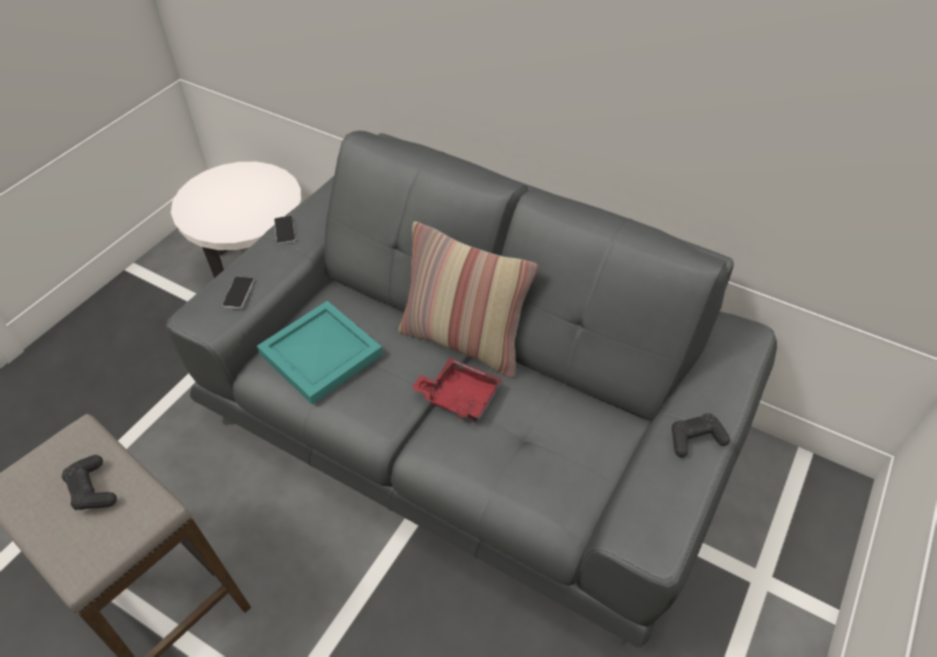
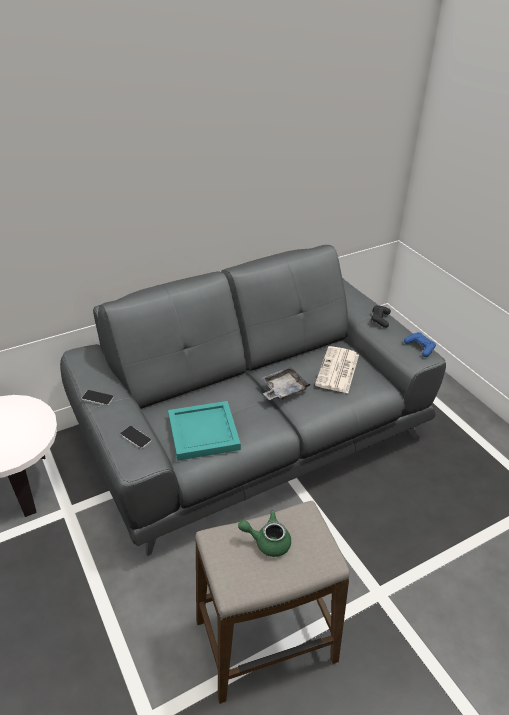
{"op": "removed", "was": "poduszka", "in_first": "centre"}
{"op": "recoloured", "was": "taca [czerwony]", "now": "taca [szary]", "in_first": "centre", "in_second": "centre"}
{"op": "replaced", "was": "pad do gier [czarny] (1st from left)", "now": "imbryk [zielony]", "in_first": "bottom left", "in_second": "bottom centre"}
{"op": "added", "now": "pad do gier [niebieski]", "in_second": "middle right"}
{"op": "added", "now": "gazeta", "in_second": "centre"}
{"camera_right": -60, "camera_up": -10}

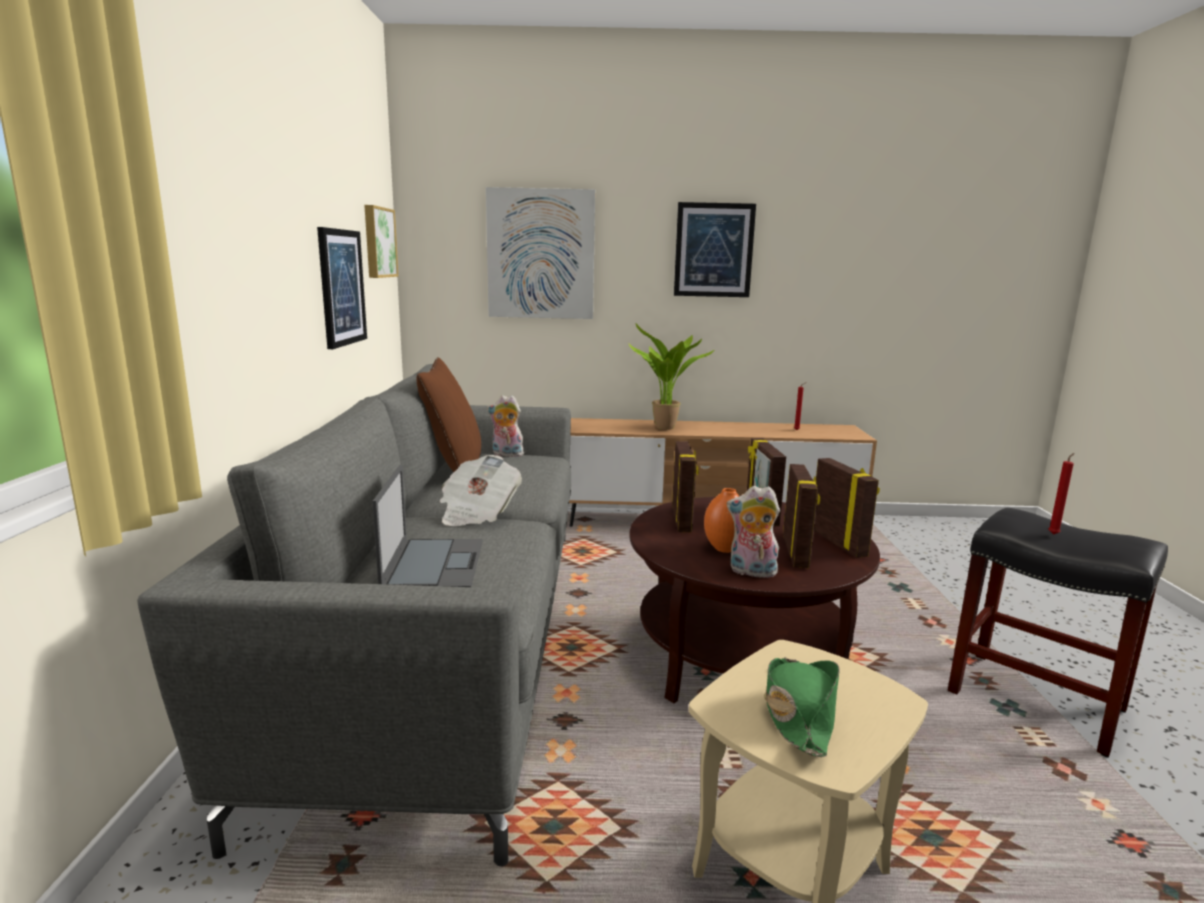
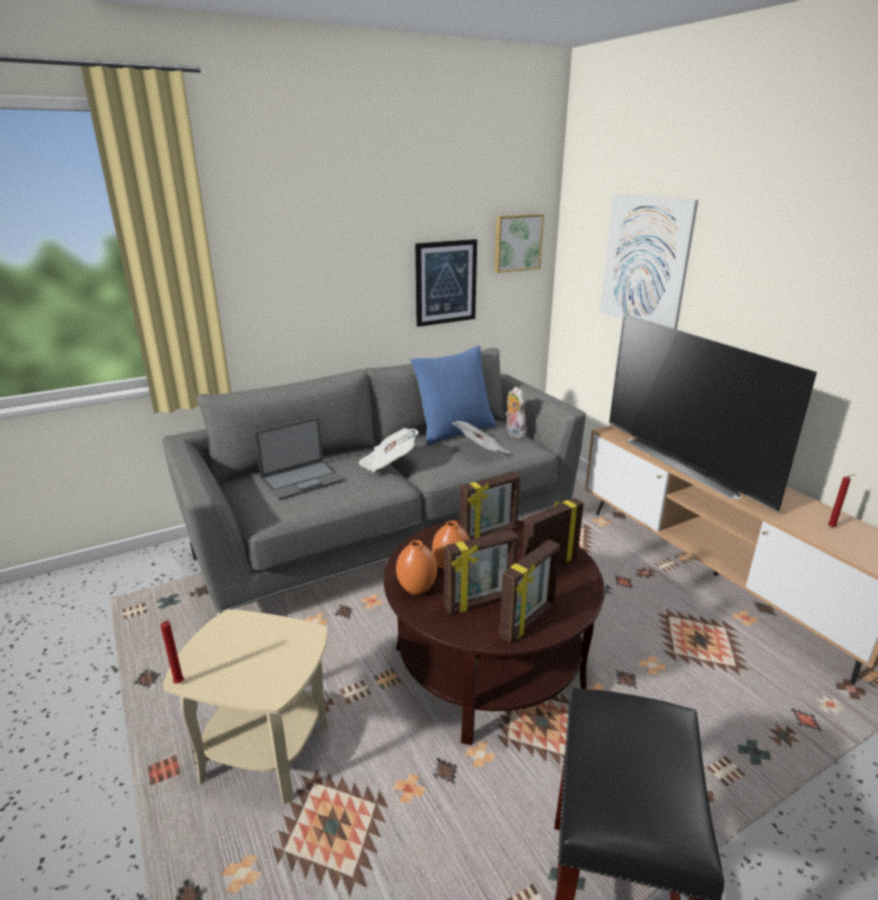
{"op": "removed", "was": "obraz (4th from left)", "in_first": "top centre"}
{"op": "replaced", "was": "roślina doniczkowa", "now": "telewizor", "in_first": "centre", "in_second": "middle right"}
{"op": "recoloured", "was": "poduszka [brązowy]", "now": "poduszka [niebieski]", "in_first": "centre", "in_second": "centre"}
{"op": "moved", "was": "świeca [czerwony] (2nd from left in the first image)", "now": "świeca [czerwony] (1st from left)", "in_first": "middle right", "in_second": "bottom left"}
{"op": "replaced", "was": "pluszak (2nd from left)", "now": "wazon [pomarańczowy] (1st from left)", "in_first": "centre", "in_second": "centre"}
{"op": "removed", "was": "kapelusz [zielony]", "in_first": "bottom centre"}
{"op": "added", "now": "gazeta (2nd from left)", "in_second": "centre"}
{"camera_right": 60, "camera_up": 10}

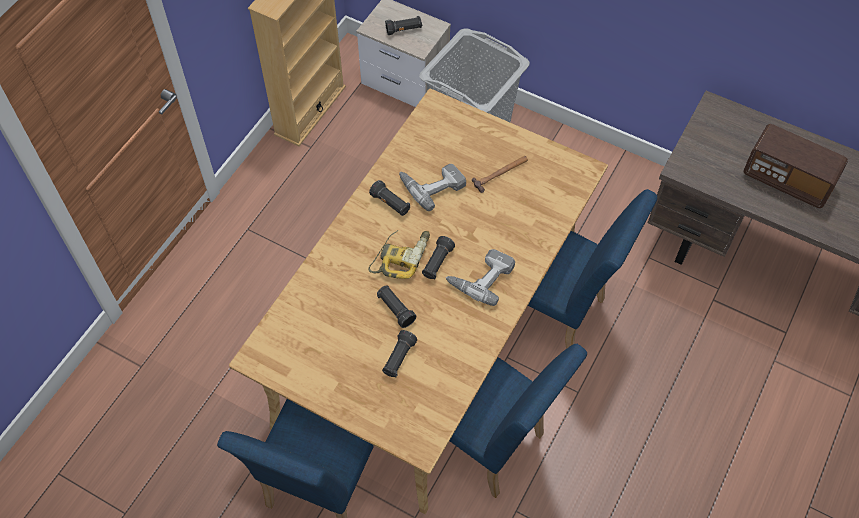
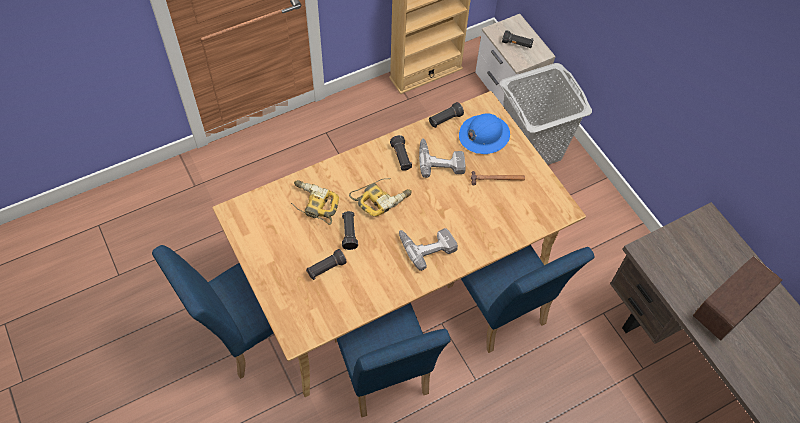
{"op": "turned", "was": "radio", "in_first": "top right", "in_second": "bottom right", "clockwise": 75}
{"op": "moved", "was": "latarka [czarny] (5th from left in the first image)", "now": "latarka [czarny] (4th from left)", "in_first": "centre", "in_second": "top centre"}
{"op": "added", "now": "kask [niebieski]", "in_second": "top centre"}
{"op": "added", "now": "wiertarka (1st from left)", "in_second": "centre"}
{"camera_right": 30, "camera_up": 0}

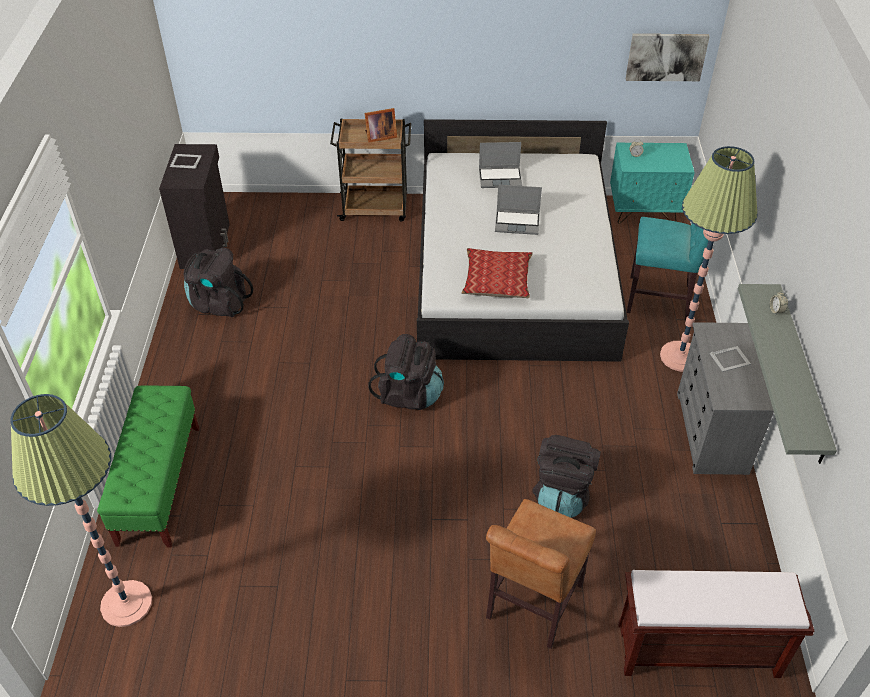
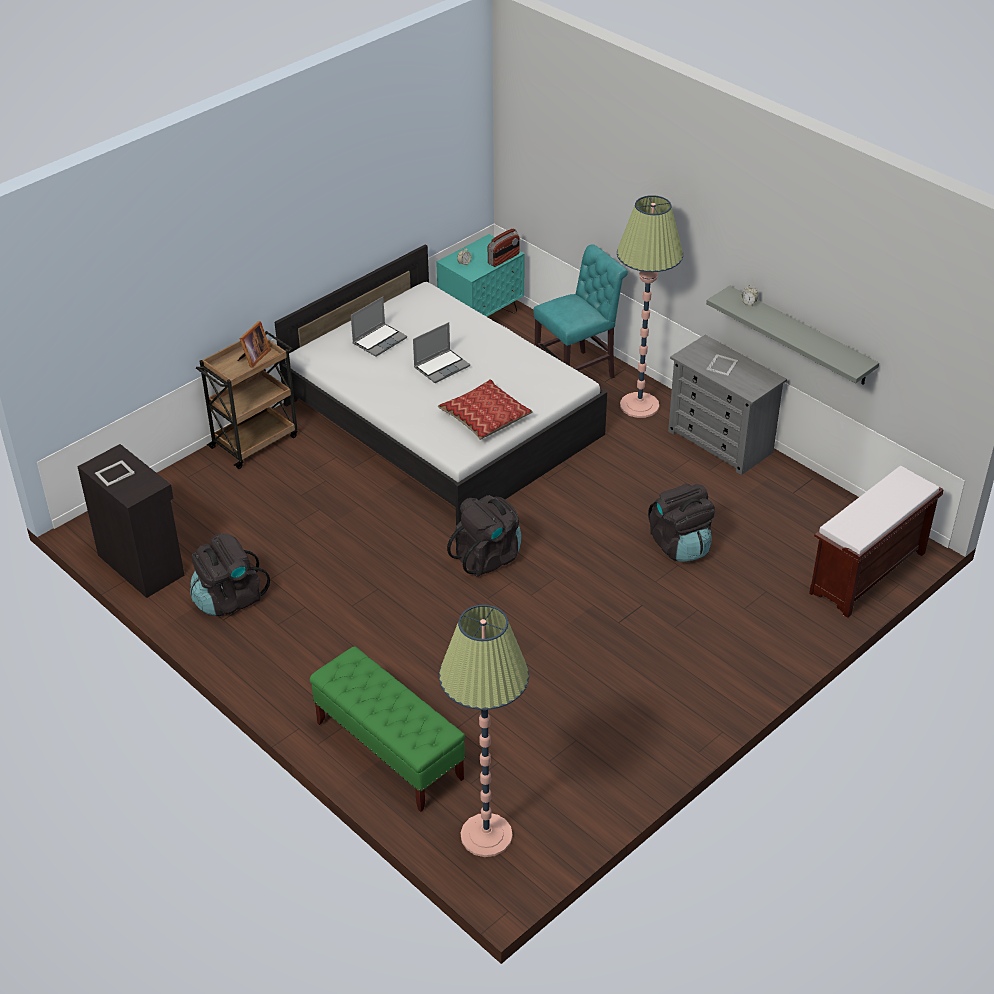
{"op": "removed", "was": "obraz", "in_first": "top right"}
{"op": "removed", "was": "krzesło [brązowy]", "in_first": "bottom centre"}
{"op": "added", "now": "radio", "in_second": "top centre"}
{"camera_right": -45, "camera_up": -5}

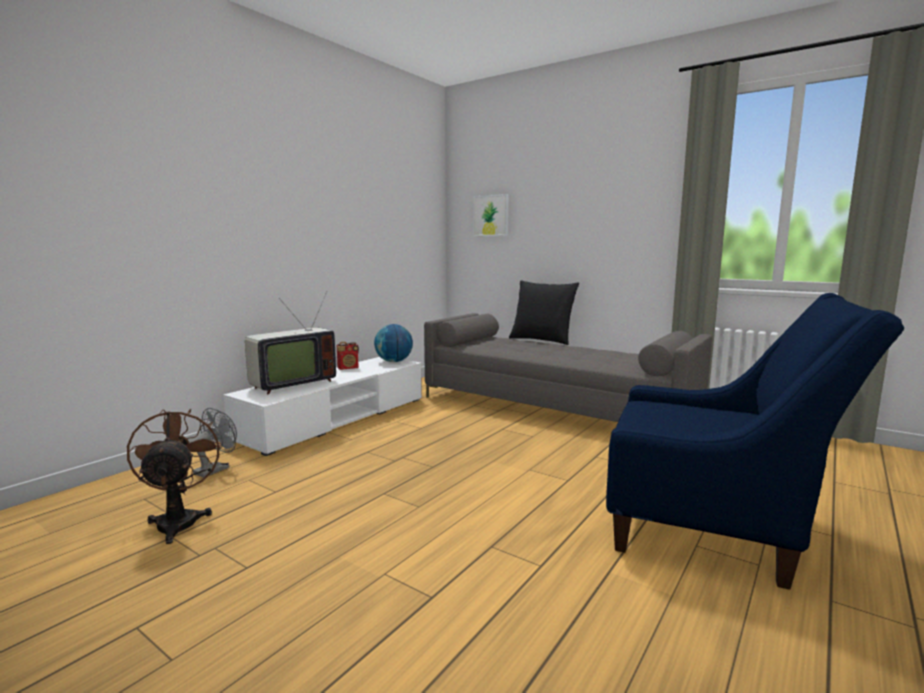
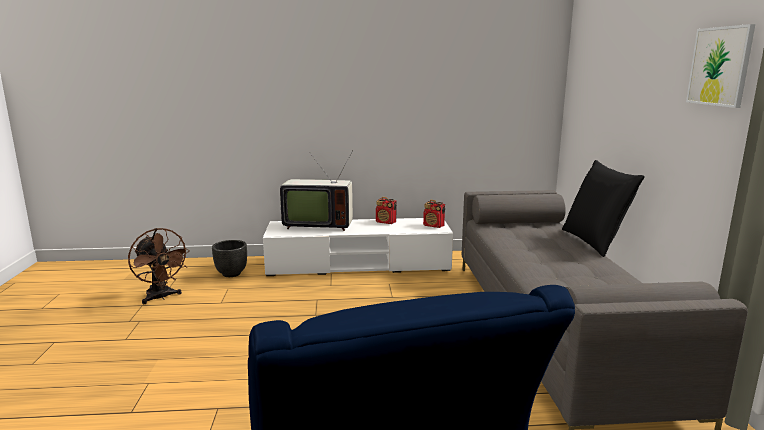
{"op": "moved", "was": "obraz", "in_first": "top centre", "in_second": "top right"}
{"op": "replaced", "was": "globus", "now": "radio (2nd from left)", "in_first": "centre", "in_second": "centre"}
{"op": "replaced", "was": "wentylator [szary]", "now": "donica [czarny]", "in_first": "middle left", "in_second": "middle left"}
{"op": "turned", "was": "wentylator [brązowy]", "in_first": "bottom left", "in_second": "middle left", "clockwise": 105}
{"camera_right": 50, "camera_up": 5}

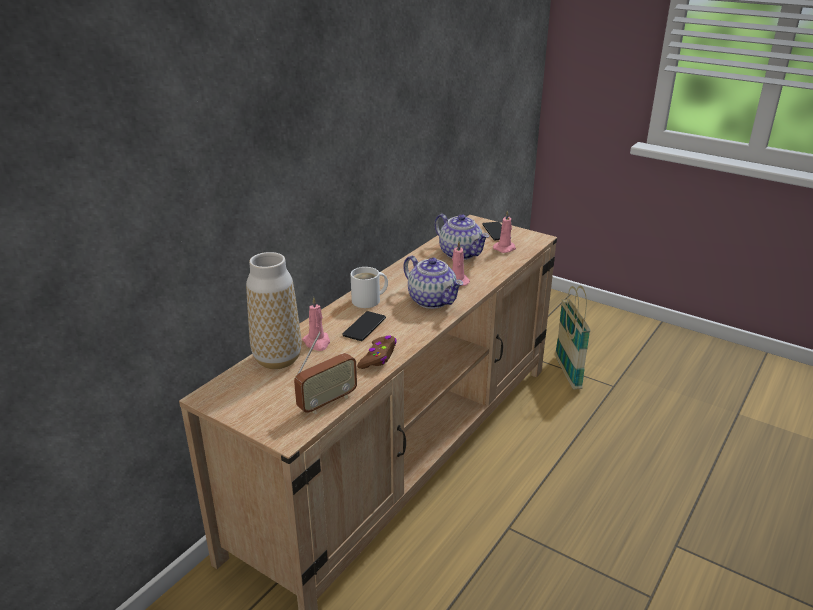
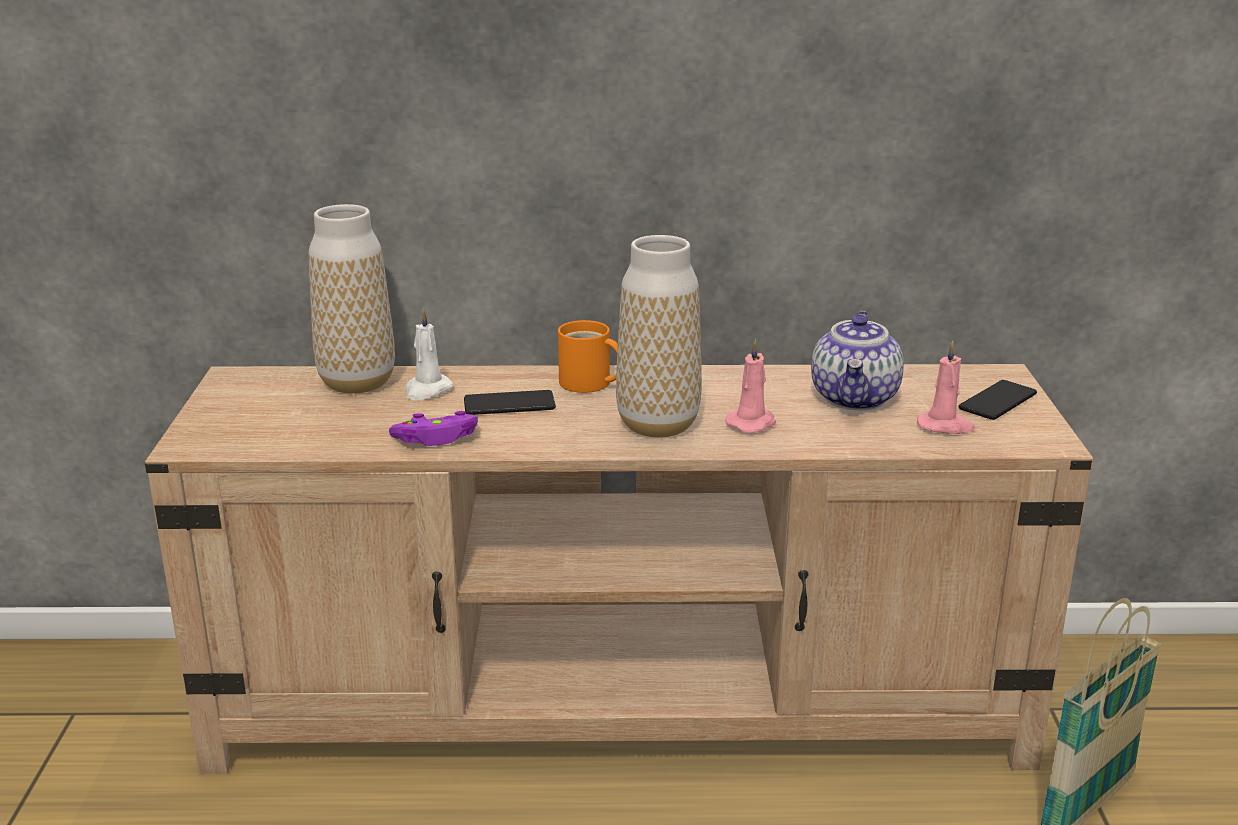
{"op": "replaced", "was": "imbryk (1st from left)", "now": "wazon (2nd from left)", "in_first": "centre", "in_second": "centre"}
{"op": "recoloured", "was": "kubek [biały]", "now": "kubek [pomarańczowy]", "in_first": "centre", "in_second": "centre"}
{"op": "recoloured", "was": "świeca [różowy] (1st from left)", "now": "świeca [biały]", "in_first": "centre", "in_second": "centre"}
{"op": "removed", "was": "radio", "in_first": "centre"}
{"op": "recoloured", "was": "pad do gier [brązowy]", "now": "pad do gier [fioletowy]", "in_first": "centre", "in_second": "centre"}
{"camera_right": 55, "camera_up": -5}

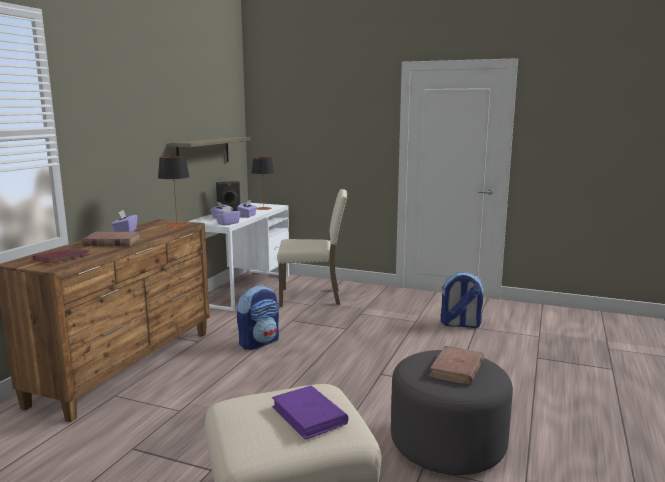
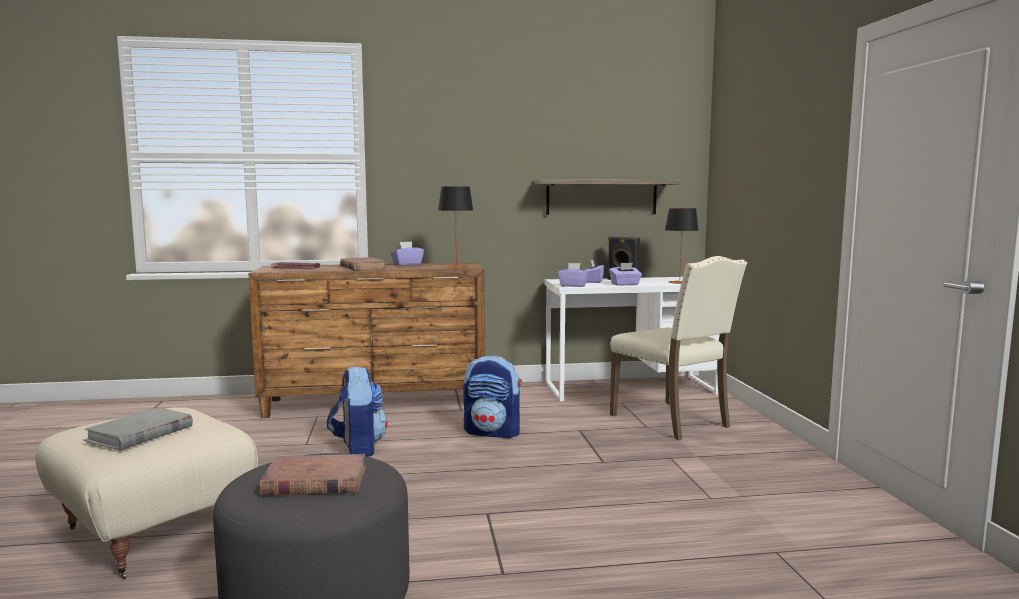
{"op": "moved", "was": "plecak (2nd from left in the first image)", "now": "plecak (1st from left)", "in_first": "middle right", "in_second": "bottom centre"}
{"op": "recoloured", "was": "książka [fioletowy]", "now": "książka [szary]", "in_first": "bottom centre", "in_second": "bottom left"}
{"camera_right": 60, "camera_up": -5}

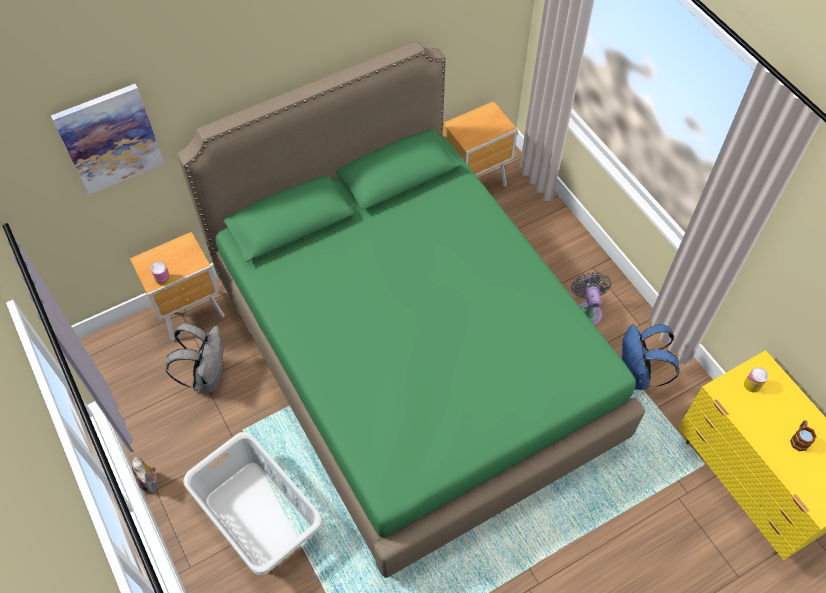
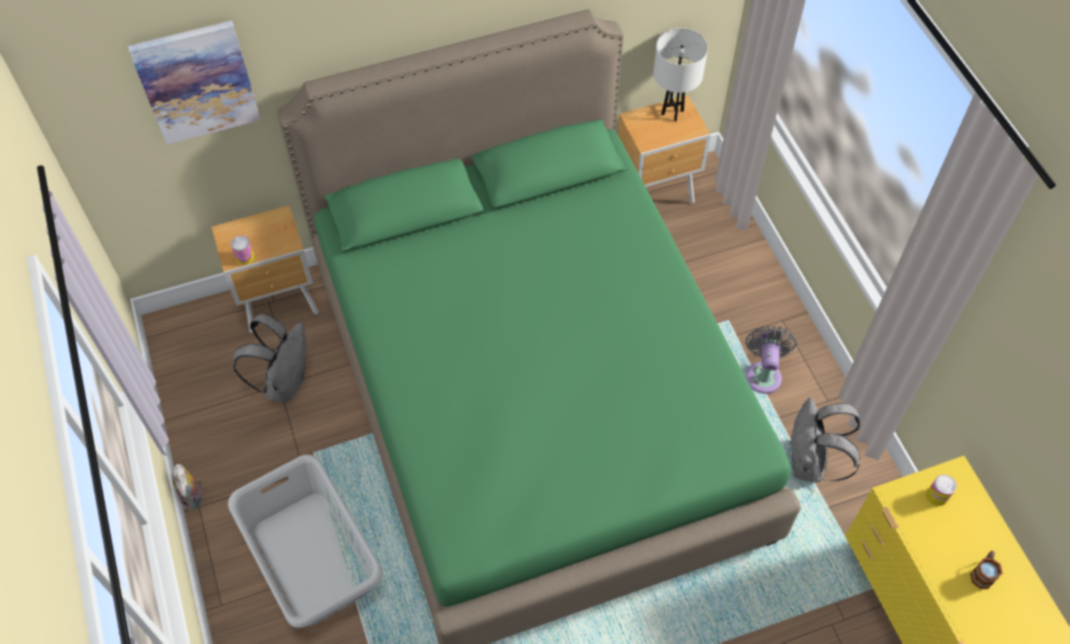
{"op": "recoloured", "was": "plecak [niebieski]", "now": "plecak [szary] (2nd from left)", "in_first": "middle right", "in_second": "bottom right"}
{"op": "added", "now": "lampa stołowa [biały]", "in_second": "top centre"}
{"camera_right": 10, "camera_up": 0}

